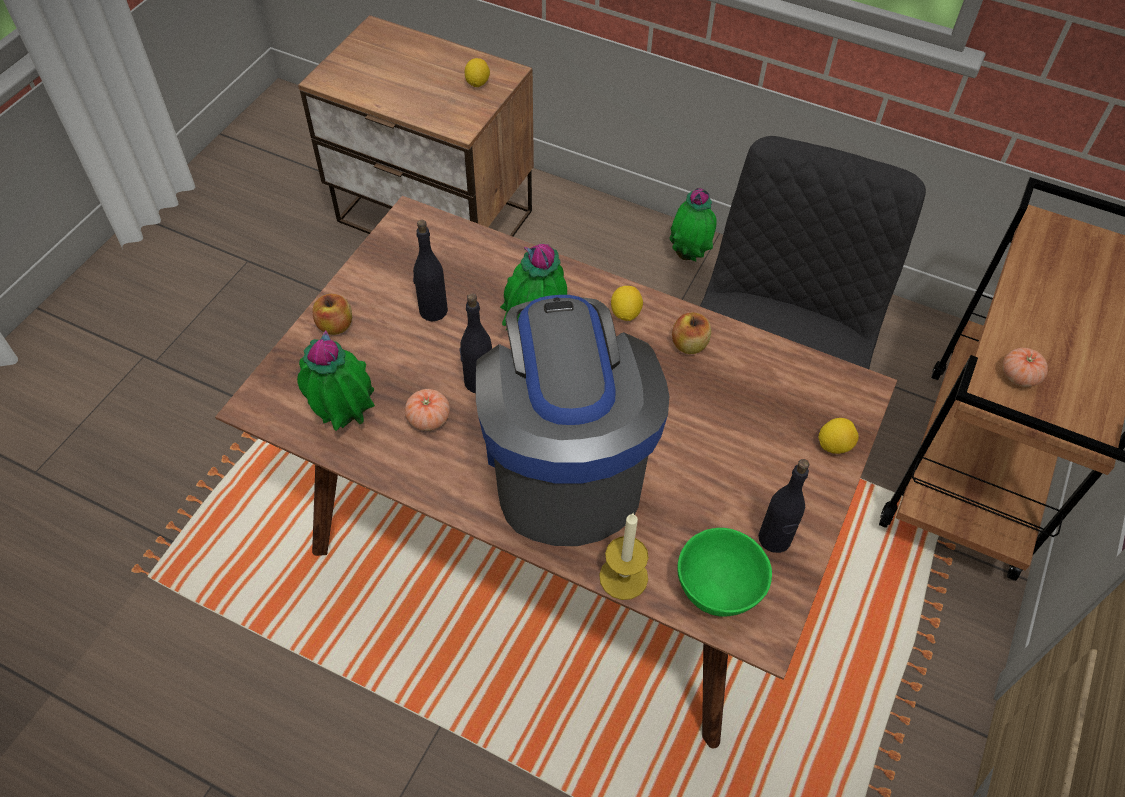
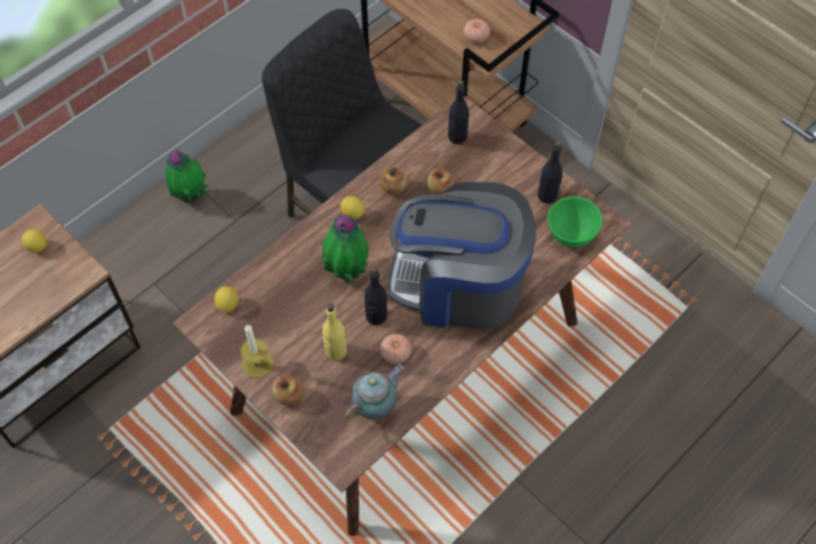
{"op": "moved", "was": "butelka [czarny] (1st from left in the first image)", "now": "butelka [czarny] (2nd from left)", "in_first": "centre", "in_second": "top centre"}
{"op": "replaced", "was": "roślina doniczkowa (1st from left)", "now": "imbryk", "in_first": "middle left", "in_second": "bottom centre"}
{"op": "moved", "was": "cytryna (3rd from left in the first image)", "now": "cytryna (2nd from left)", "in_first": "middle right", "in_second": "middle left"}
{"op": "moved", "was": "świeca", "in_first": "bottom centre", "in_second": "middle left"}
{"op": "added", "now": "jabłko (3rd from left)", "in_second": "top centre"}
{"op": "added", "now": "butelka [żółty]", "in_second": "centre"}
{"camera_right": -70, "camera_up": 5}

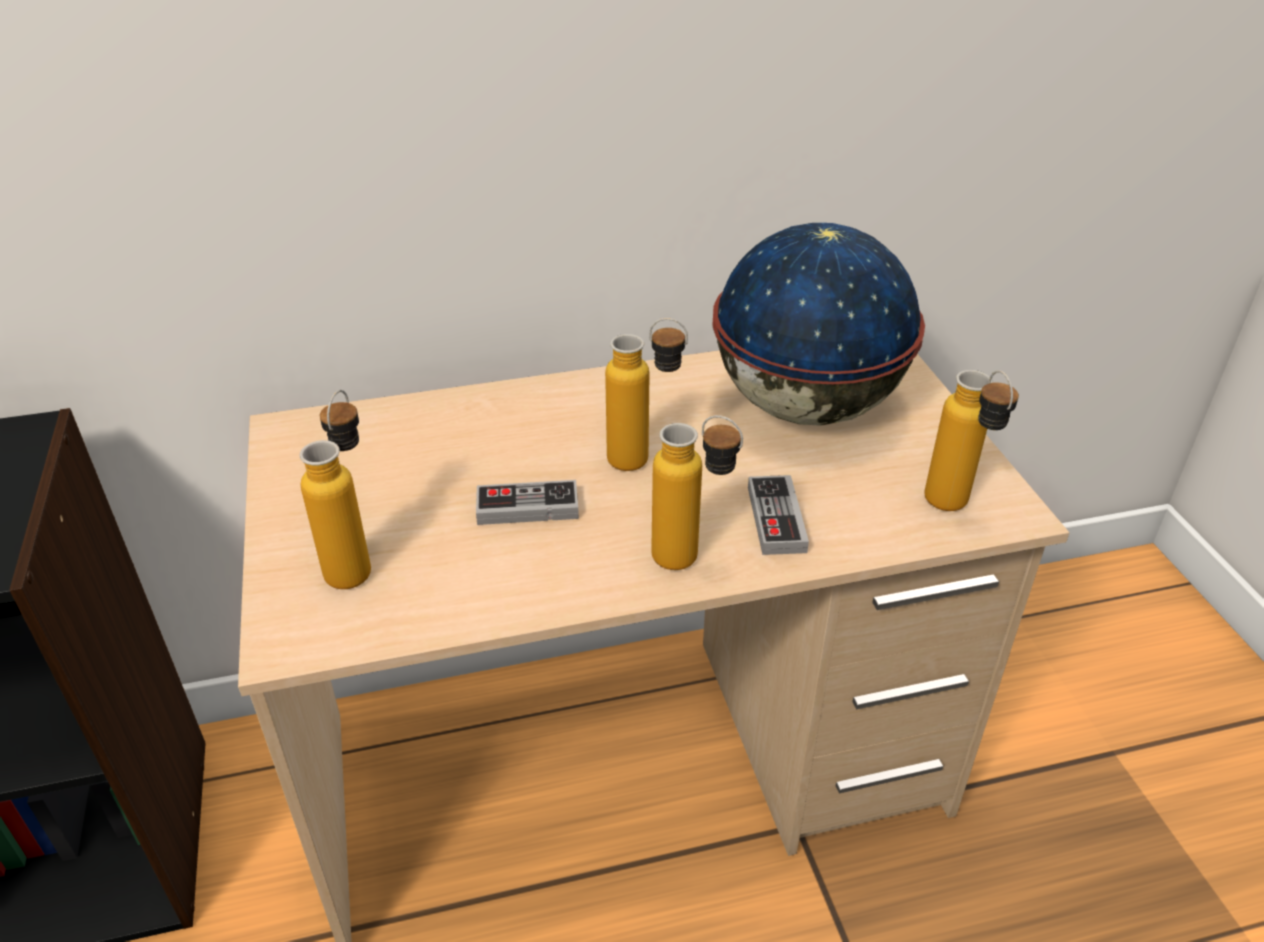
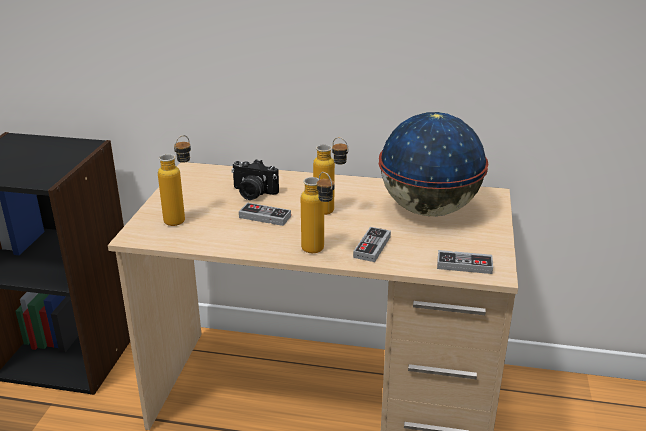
{"op": "replaced", "was": "butelka (4th from left)", "now": "pad do gier (3rd from left)", "in_first": "middle right", "in_second": "middle right"}
{"op": "added", "now": "aparat fotograficzny", "in_second": "centre"}
{"camera_right": 25, "camera_up": -10}

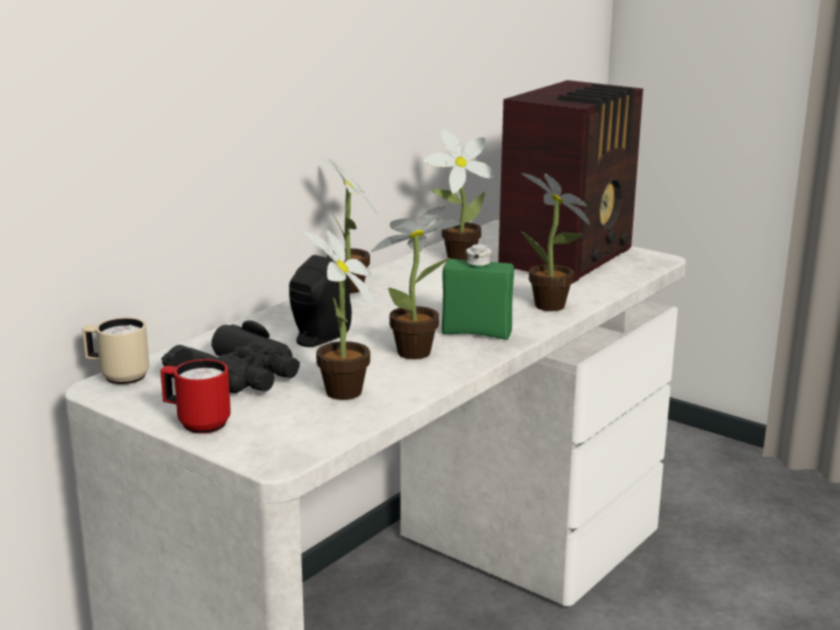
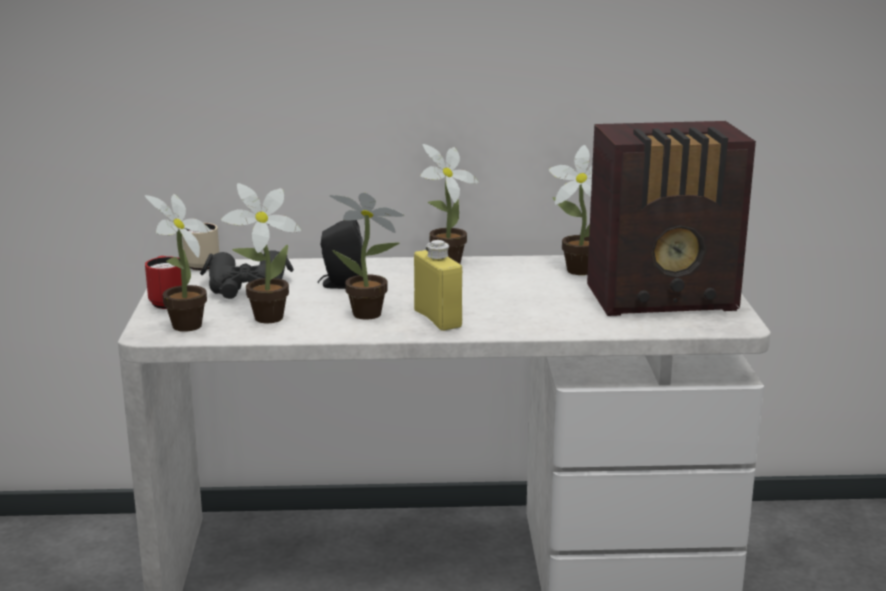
{"op": "moved", "was": "roślina doniczkowa (5th from left in the first image)", "now": "roślina doniczkowa (1st from left)", "in_first": "centre", "in_second": "middle left"}
{"op": "recoloured", "was": "butelka [zielony]", "now": "butelka [żółty]", "in_first": "centre", "in_second": "centre"}
{"camera_right": 50, "camera_up": 0}

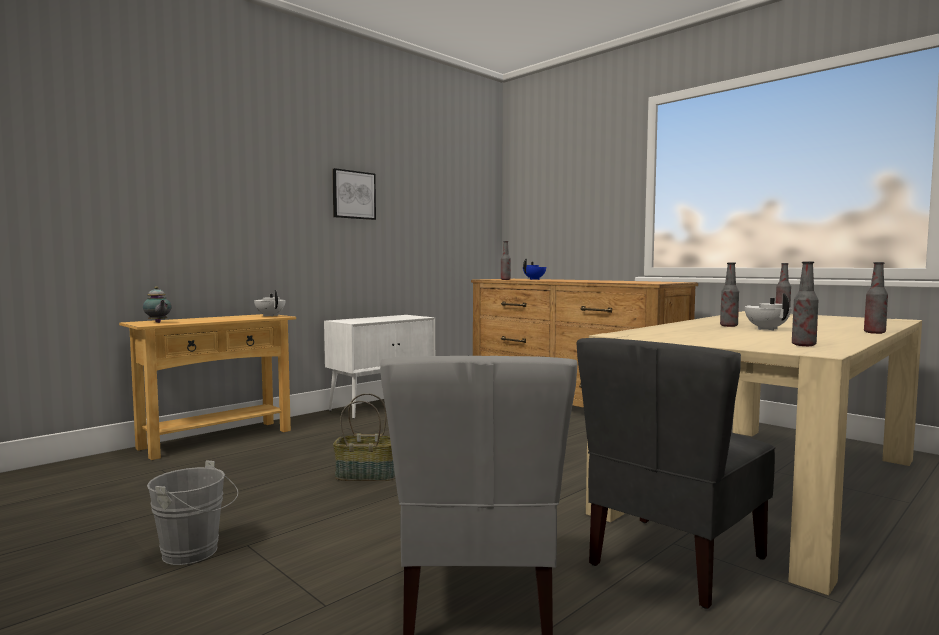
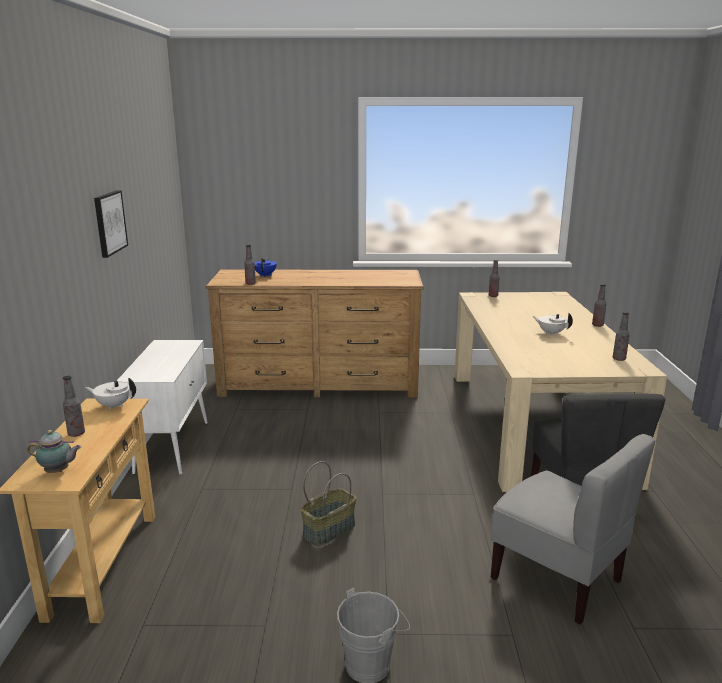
{"op": "moved", "was": "butelka (2nd from left in the first image)", "now": "butelka (1st from left)", "in_first": "middle right", "in_second": "middle left"}
{"camera_right": -45, "camera_up": 15}

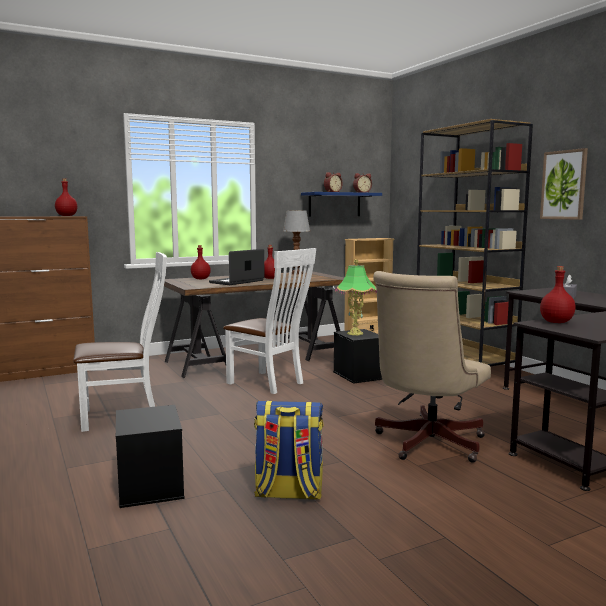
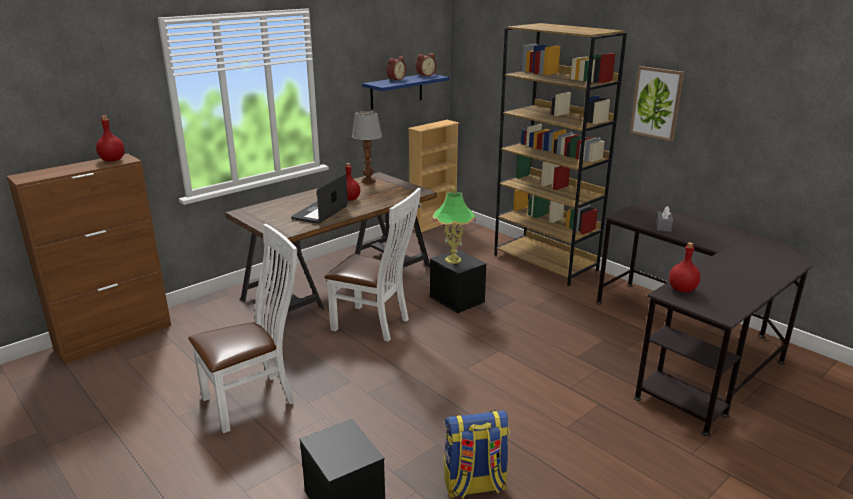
{"op": "removed", "was": "butelka [czerwony] (2nd from left)", "in_first": "middle left"}
{"op": "removed", "was": "krzesło biurowe [beżowy]", "in_first": "middle right"}
{"camera_right": -15, "camera_up": 15}

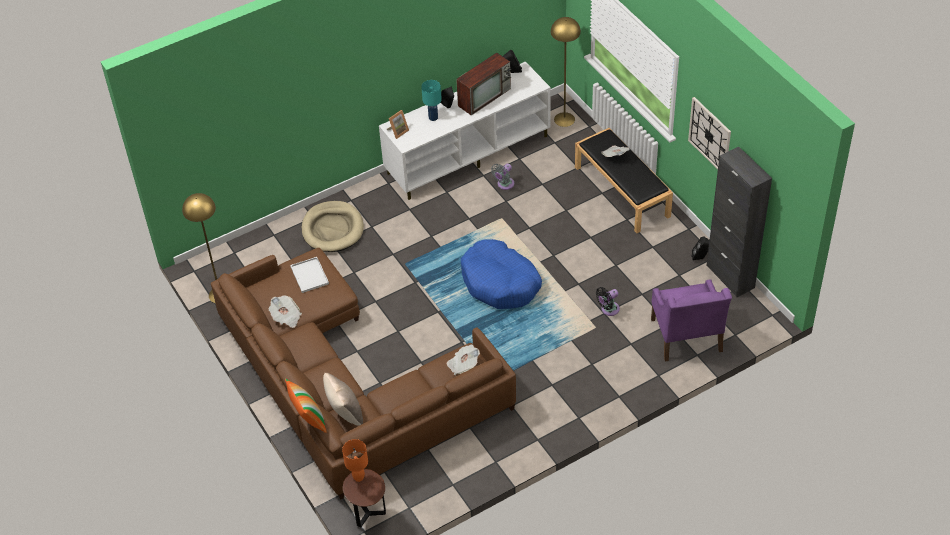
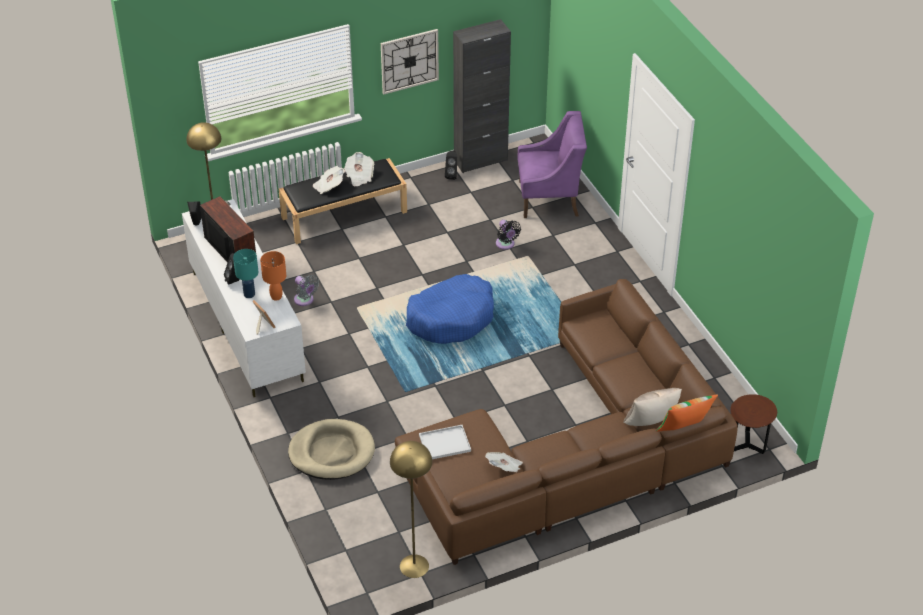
{"op": "moved", "was": "gazeta (2nd from left)", "in_first": "bottom centre", "in_second": "top centre"}
{"op": "moved", "was": "lampa stołowa [pomarańczowy]", "in_first": "bottom centre", "in_second": "middle left"}
{"camera_right": -85, "camera_up": -5}

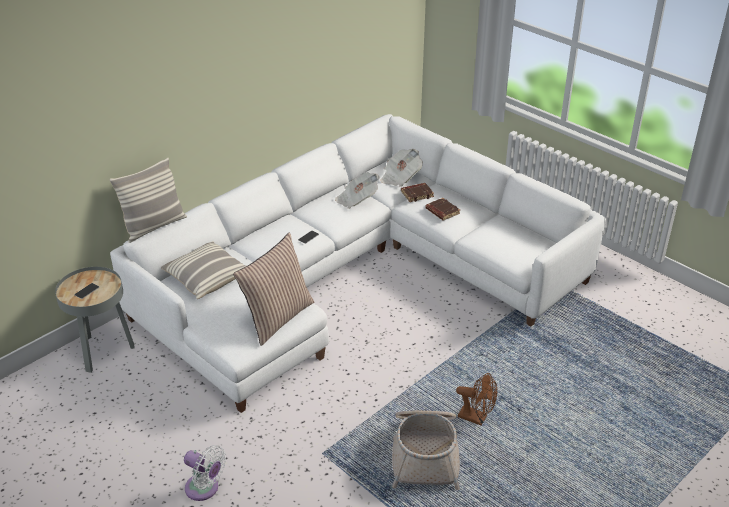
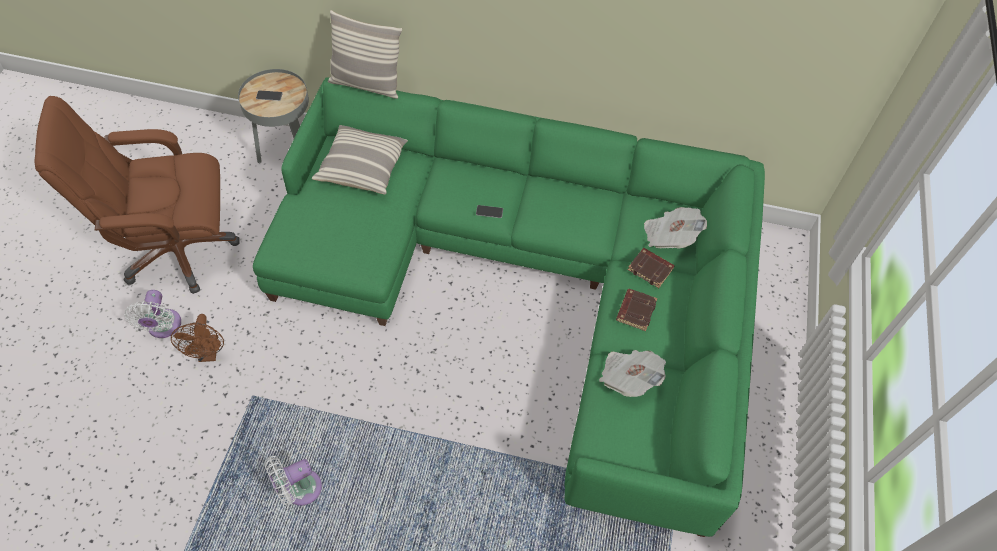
{"op": "recoloured", "was": "kanapa [biały]", "now": "kanapa [zielony]", "in_first": "centre", "in_second": "centre"}
{"op": "moved", "was": "gazeta (1st from left)", "in_first": "centre", "in_second": "bottom centre"}
{"op": "removed", "was": "poduszka (3rd from left)", "in_first": "centre"}
{"op": "moved", "was": "wentylator [brązowy]", "in_first": "bottom centre", "in_second": "middle left"}
{"op": "replaced", "was": "koszyk", "now": "wentylator [biały] (2nd from left)", "in_first": "bottom centre", "in_second": "bottom left"}
{"op": "added", "now": "krzesło biurowe [brązowy]", "in_second": "middle left"}
{"camera_right": 55, "camera_up": 20}

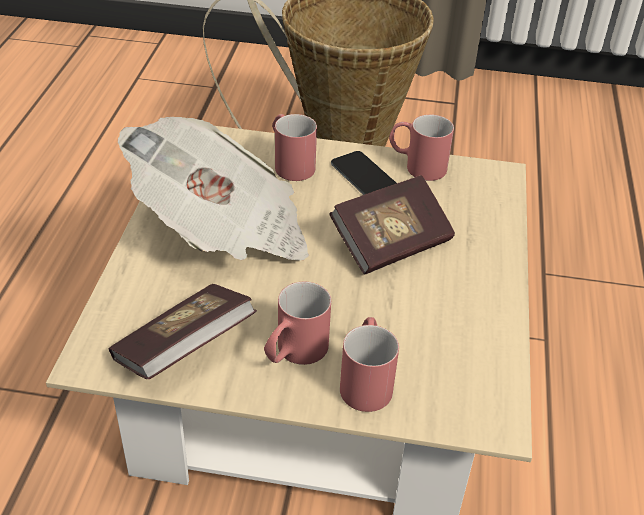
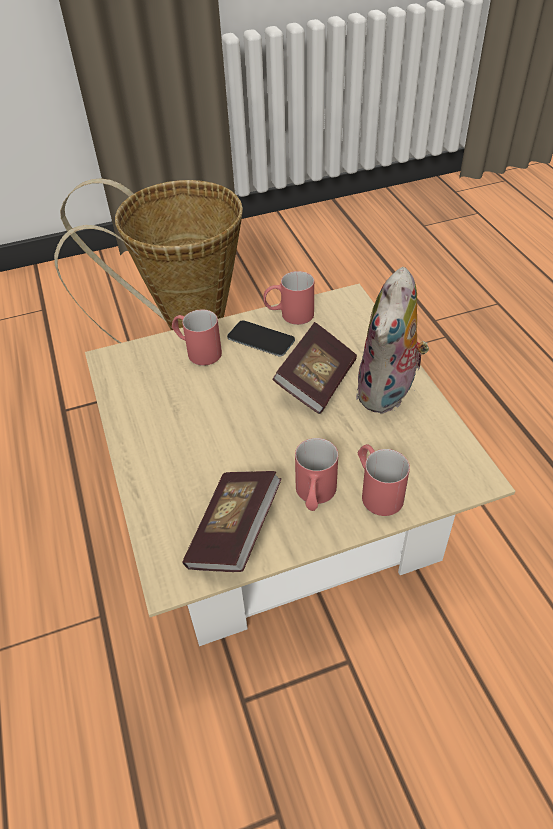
{"op": "removed", "was": "gazeta", "in_first": "middle left"}
{"op": "added", "now": "pluszak", "in_second": "middle right"}
{"camera_right": -25, "camera_up": 5}

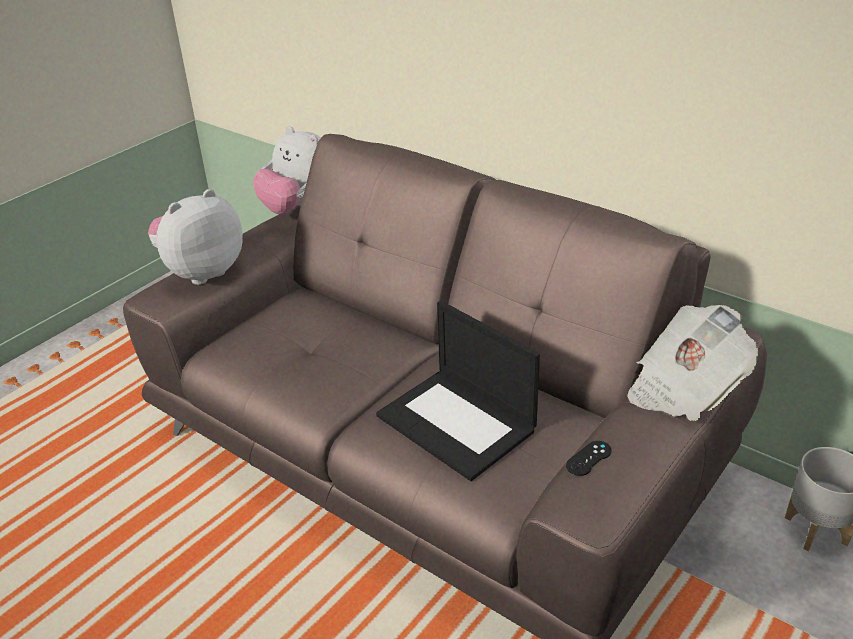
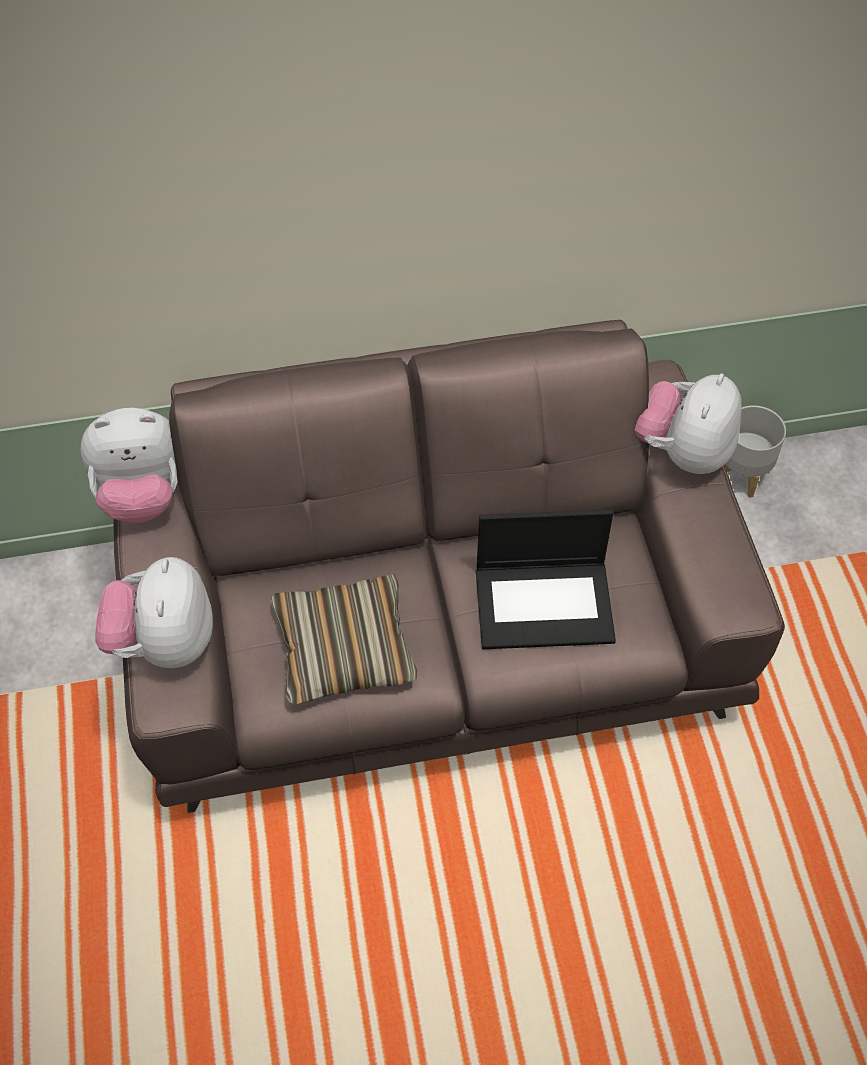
{"op": "replaced", "was": "gazeta", "now": "pluszak (3rd from left)", "in_first": "middle right", "in_second": "middle right"}
{"op": "removed", "was": "pad do gier [czarny]", "in_first": "bottom right"}
{"op": "added", "now": "poduszka", "in_second": "centre"}
{"camera_right": -50, "camera_up": 20}

